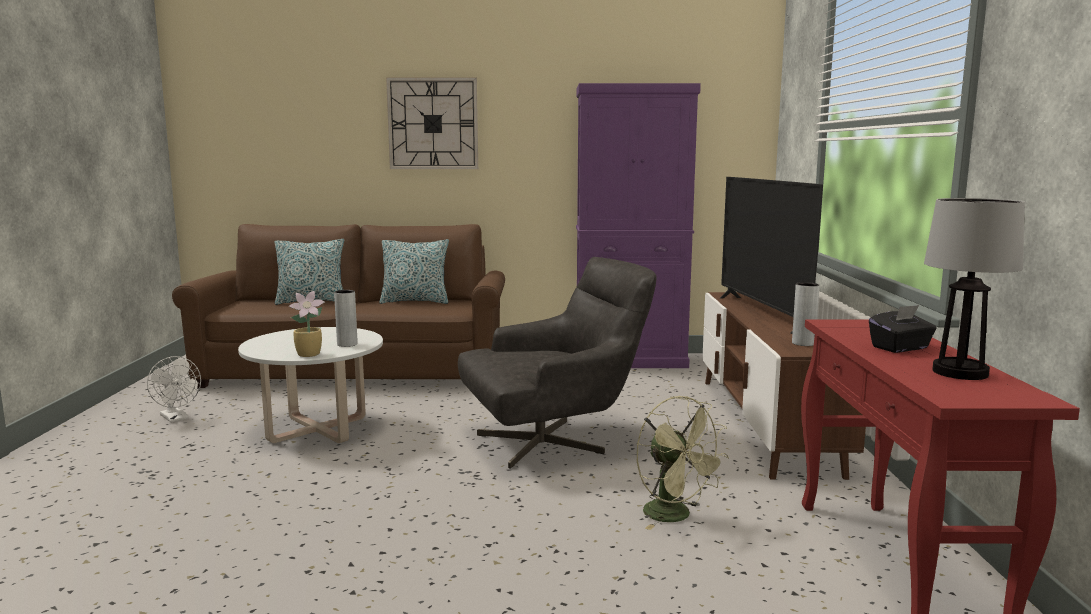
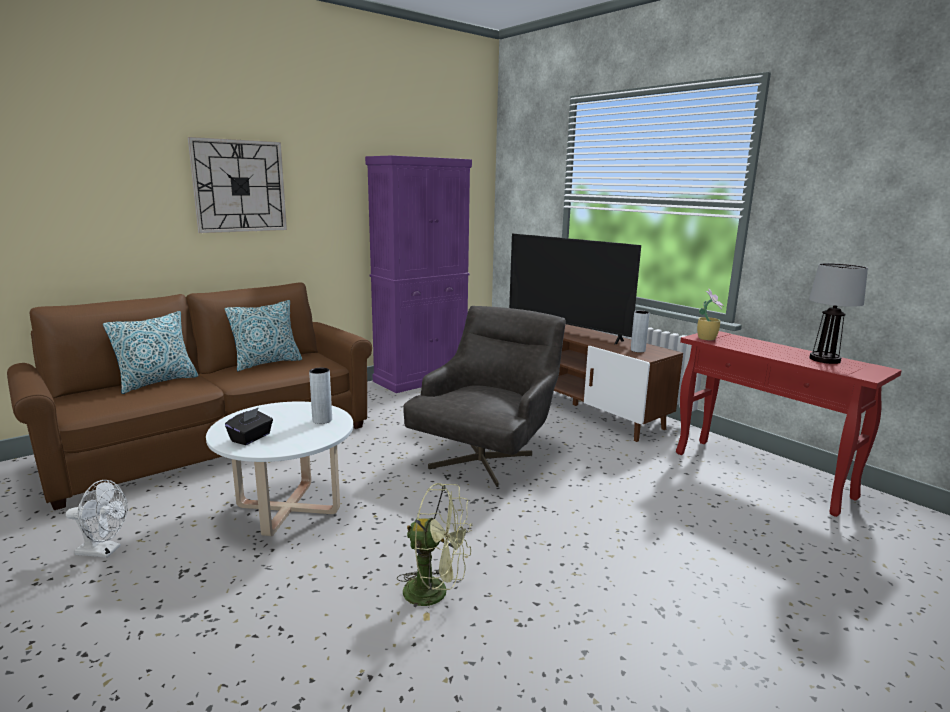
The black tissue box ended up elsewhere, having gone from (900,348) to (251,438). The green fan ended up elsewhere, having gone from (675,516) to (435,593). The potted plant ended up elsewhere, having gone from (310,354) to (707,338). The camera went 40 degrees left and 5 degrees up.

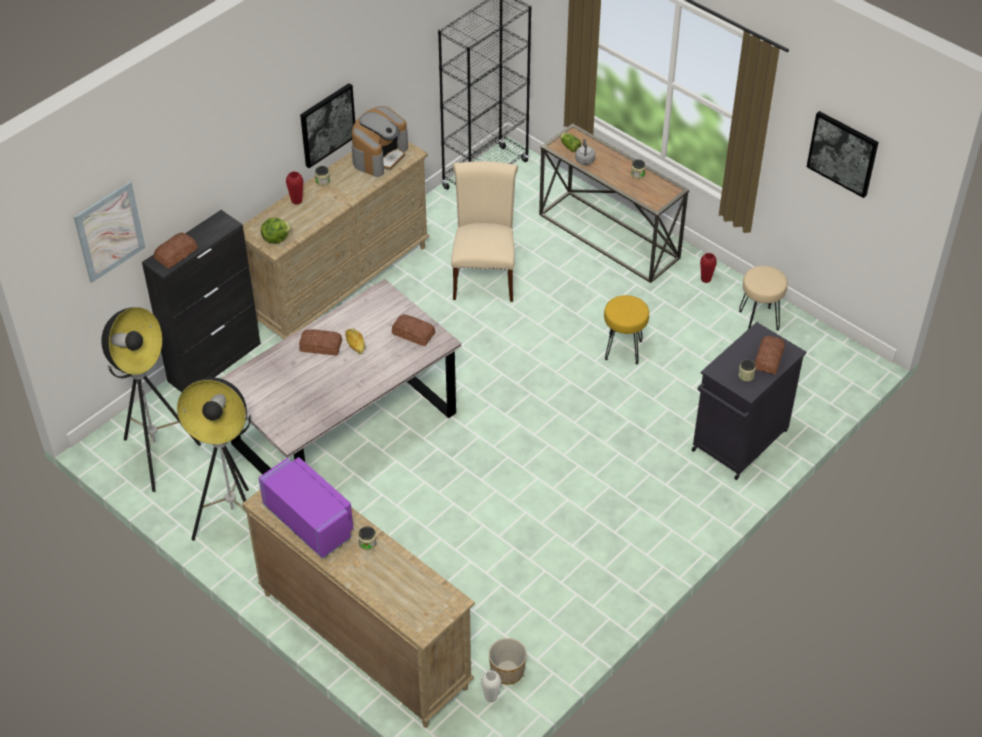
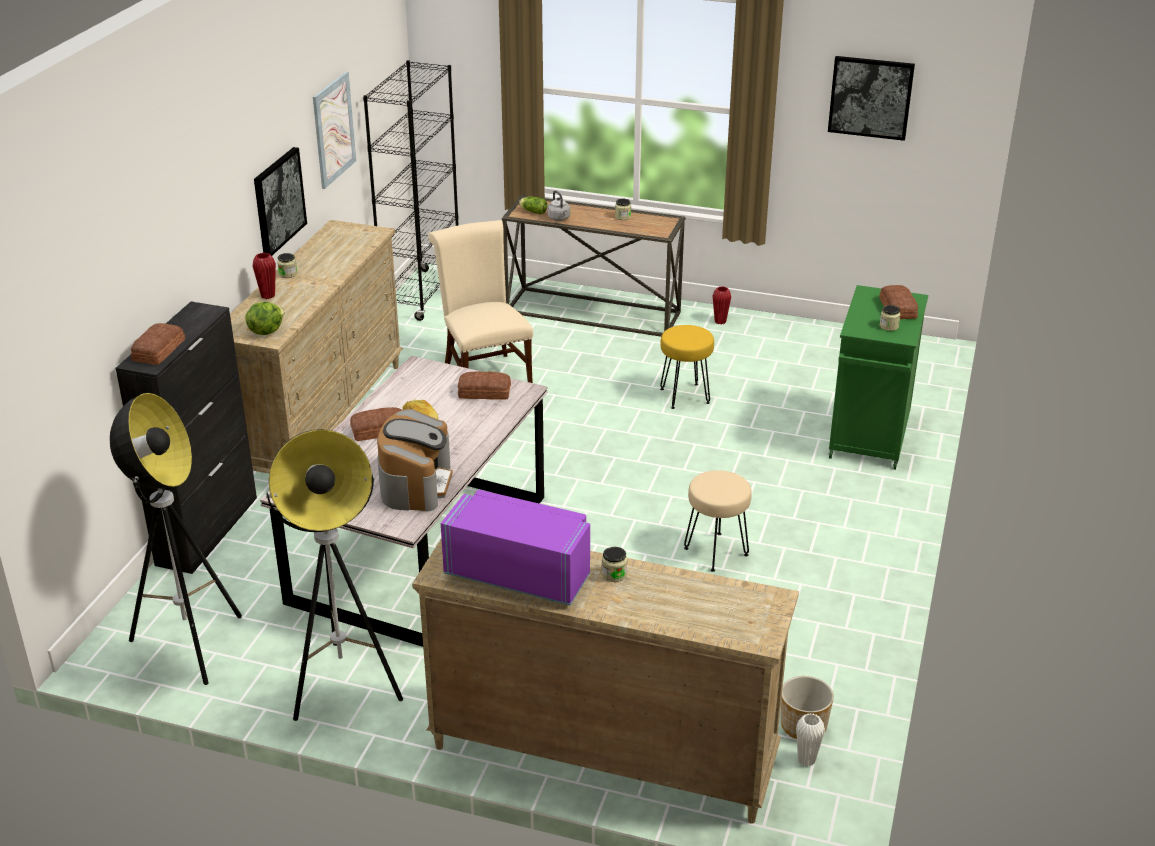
The picture ended up elsewhere, having gone from (109,231) to (333,130). The coffee machine ended up elsewhere, having gone from (379,155) to (415,484). The beige stool ended up elsewhere, having gone from (759,319) to (716,551). What was the black cabinet at (738,442) turned into the green cabinet at (869,438). The camera went 25 degrees left and 15 degrees down.

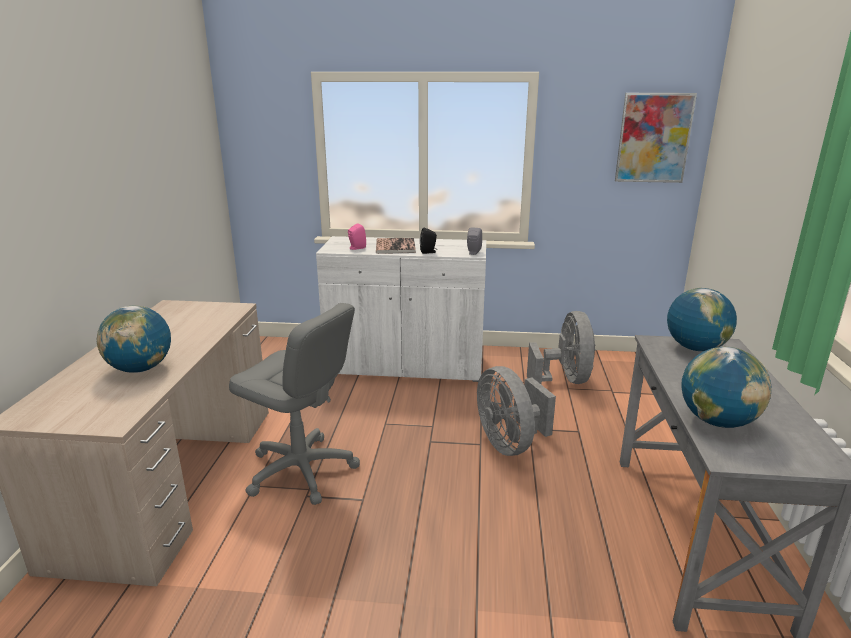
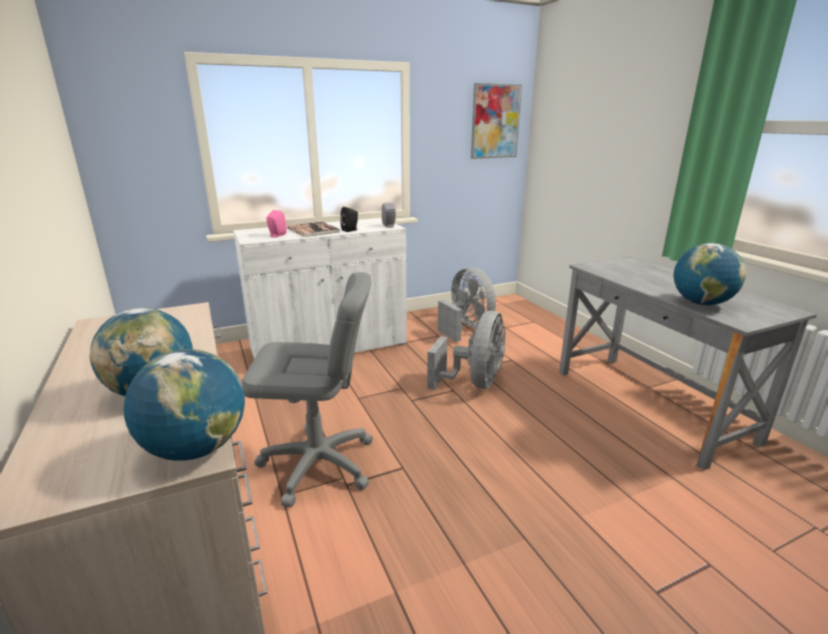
The globe ended up elsewhere, having gone from (695,348) to (196,449). The grey fan at (510,443) ended up facing another way, 105 degrees counterclockwise from before. The camera went 30 degrees left and 0 degrees up.

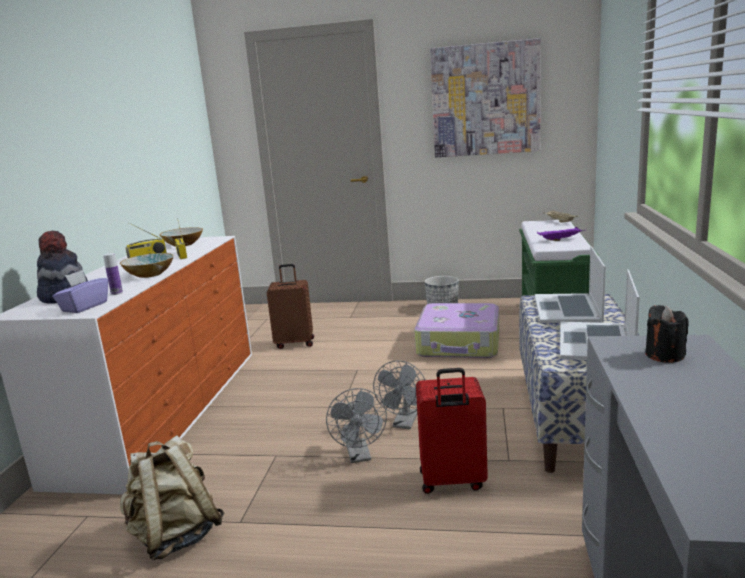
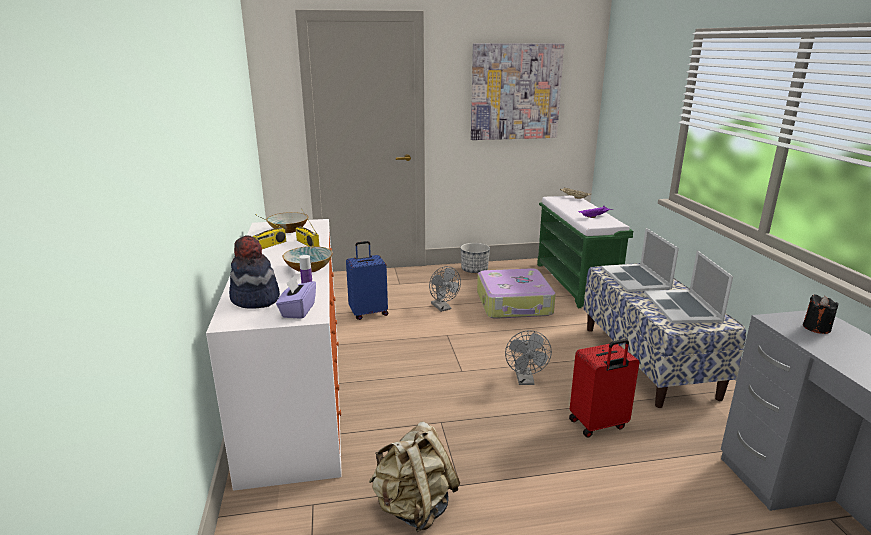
What was the brown suitcase at (295,343) turned into the blue suitcase at (368,313). The grey fan ended up elsewhere, having gone from (360,456) to (443,308). The camera went 20 degrees left and 5 degrees up.

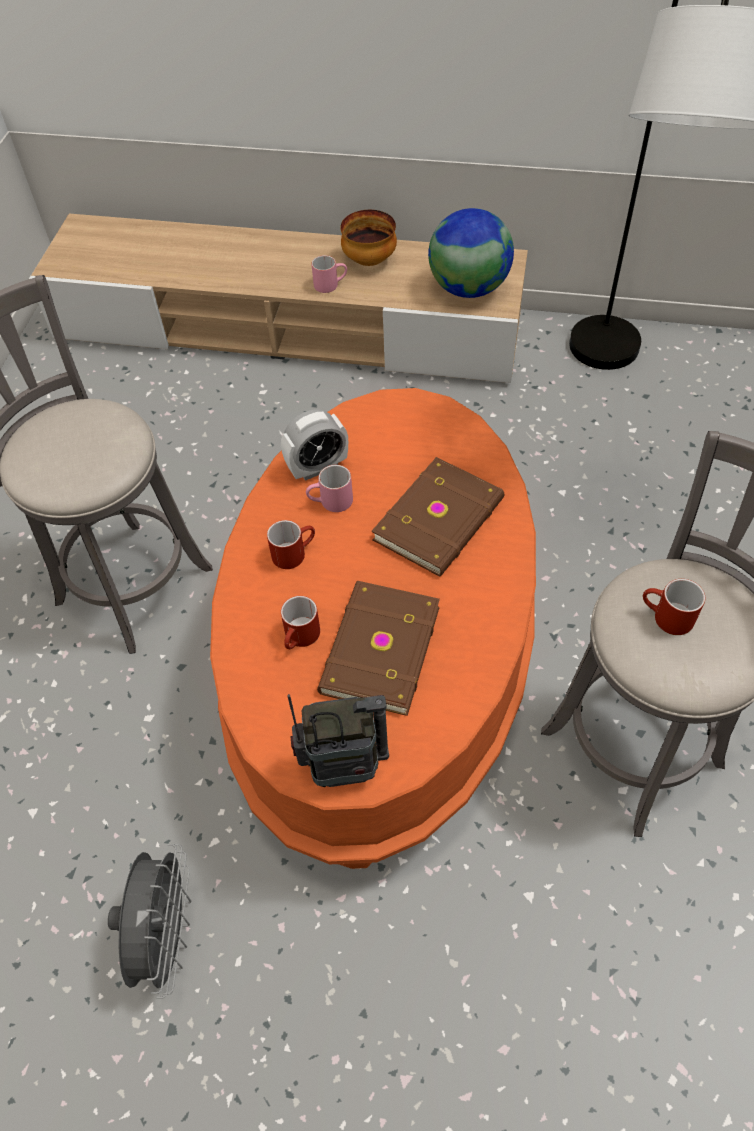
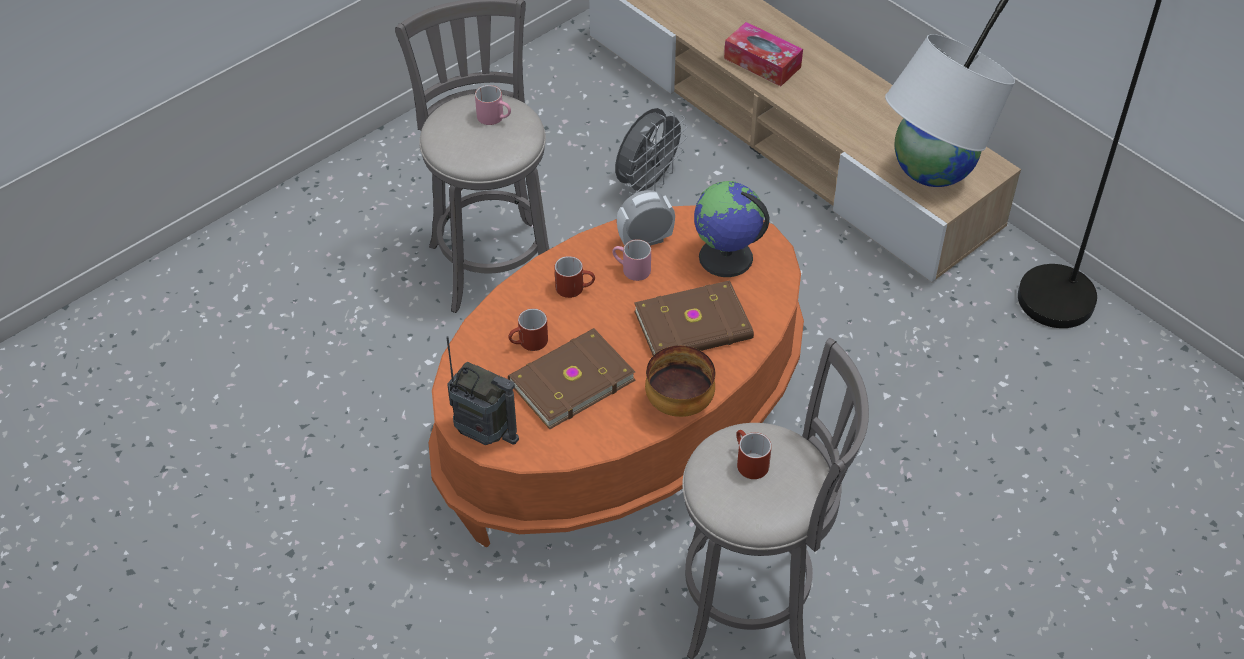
The pink mug ended up elsewhere, having gone from (330,284) to (495,117). The grey fan ended up elsewhere, having gone from (167,935) to (647,183). The alarm clock at (317,467) ended up facing another way, 150 degrees clockwise from before. The bowl ended up elsewhere, having gone from (369,261) to (678,403). The second view gained the globe at (726,258). The second view gained the tissue box at (762,63). The camera went 35 degrees right and 5 degrees down.

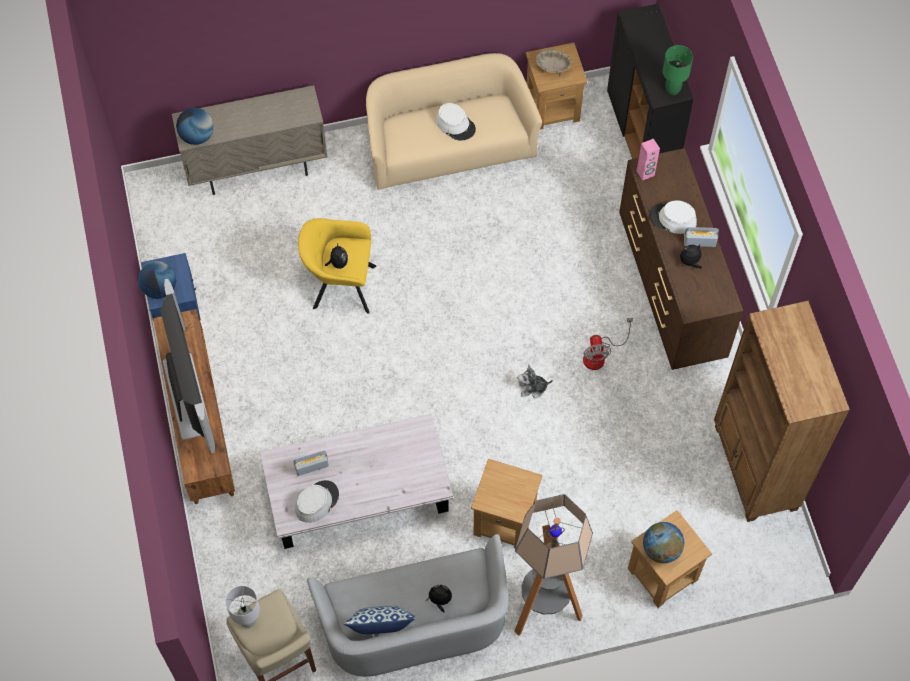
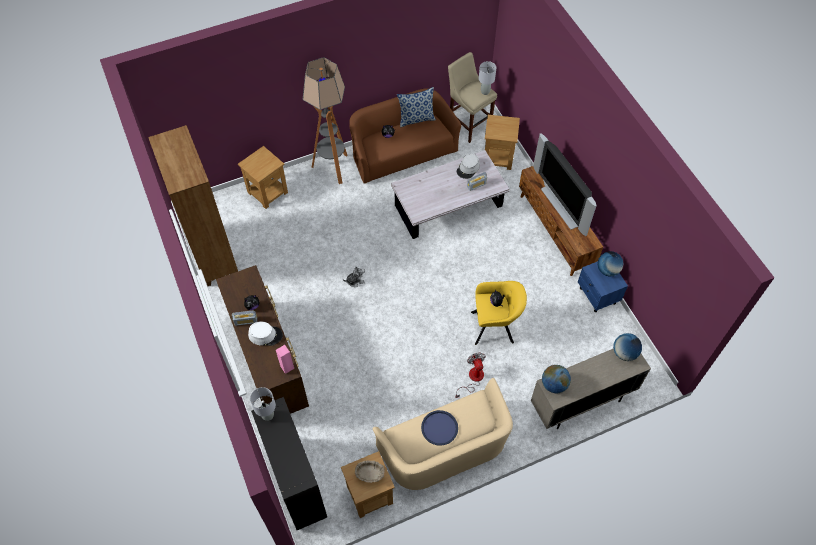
What was the green table lamp at (672,89) turned into the grey table lamp at (268,415). What was the grey sofa at (415,622) turned into the brown sofa at (401,151). Where the white hat stood at (455,124), the blue tray came to stand at (439,428). The fan ended up elsewhere, having gone from (600,354) to (472,379). The brown side table ended up elsewhere, having gone from (505,520) to (497,157). The globe ended up elsewhere, having gone from (661,549) to (554,384). The camera went 170 degrees right and 5 degrees down.

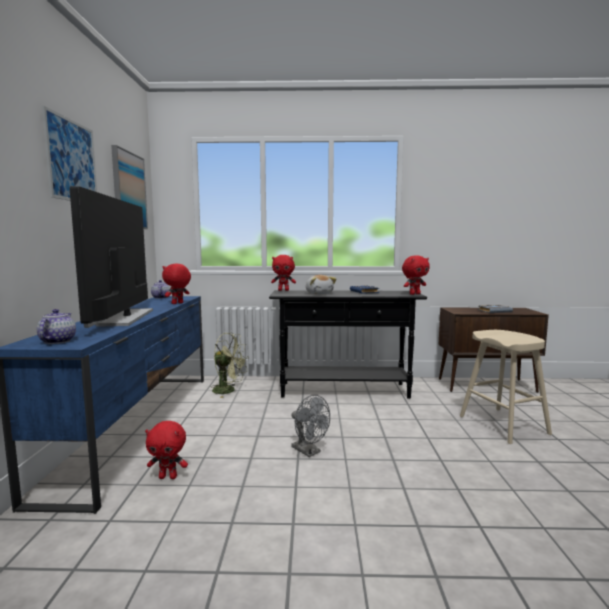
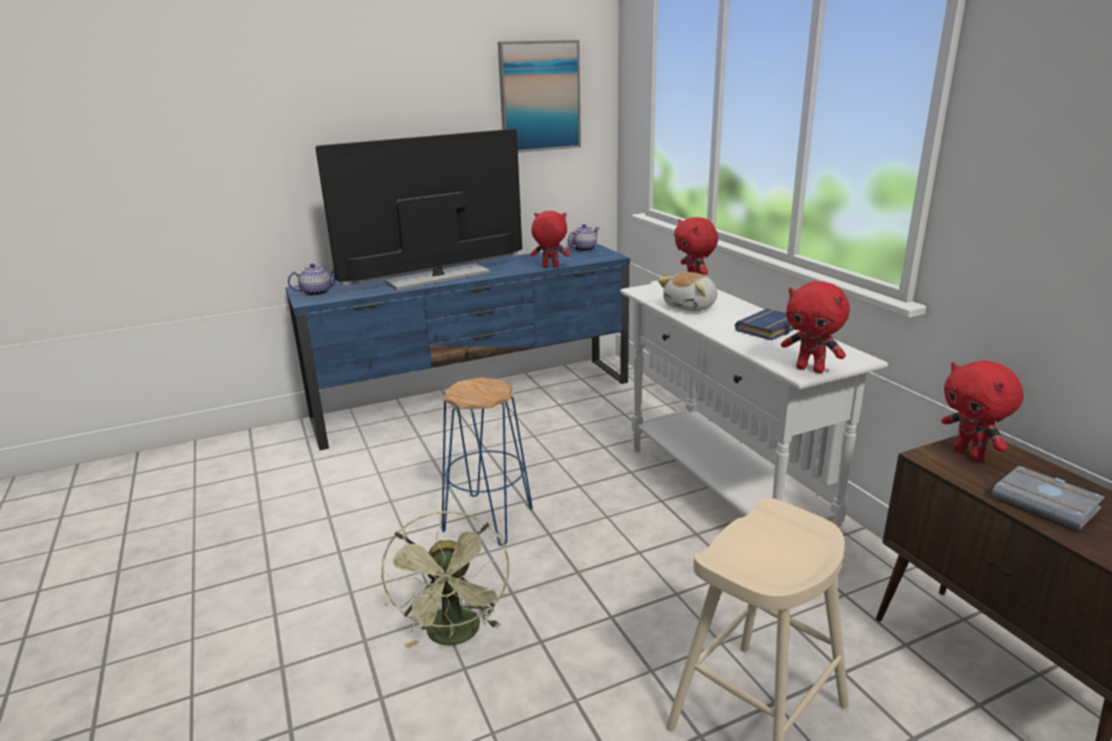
The green fan ended up elsewhere, having gone from (229,391) to (456,636). Where the grey fan stood at (309,451), the blue stool came to stand at (489,519). What was the black console table at (344,390) turned into the white console table at (723,493). The red plush toy ended up elsewhere, having gone from (168,477) to (969,454). The second view lost the picture at (72,161). The camera went 65 degrees right and 15 degrees up.

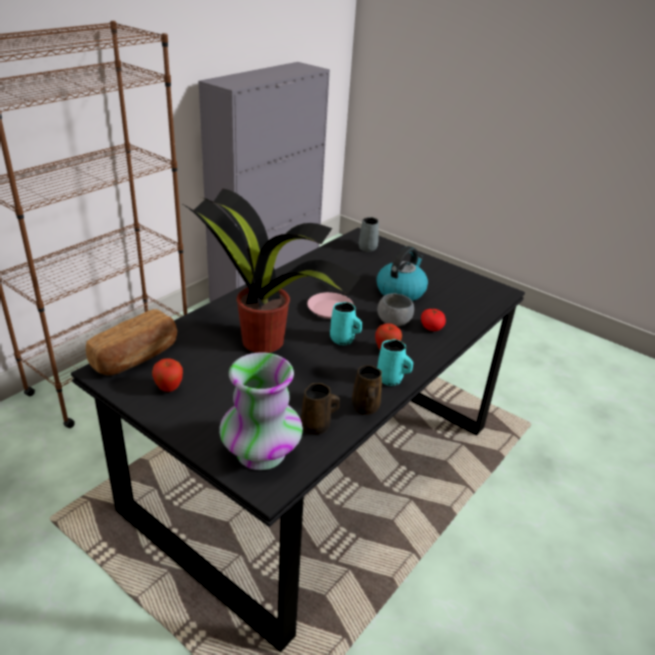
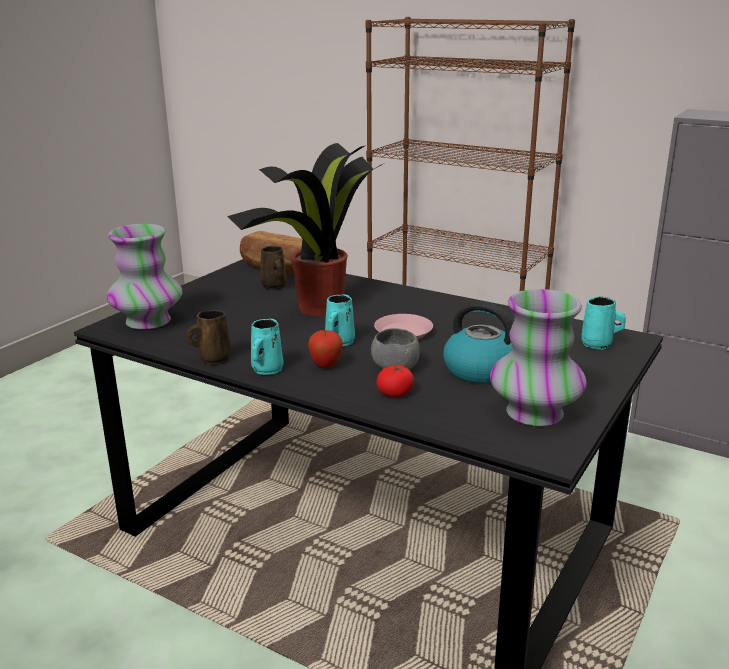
The brown mug ended up elsewhere, having gone from (317,426) to (274,287). The second view gained the vase at (534,413). What was the grey mug at (368,247) turned into the turquoise mug at (598,345). The second view lost the apple at (169,388). The camera went 85 degrees right and 10 degrees down.

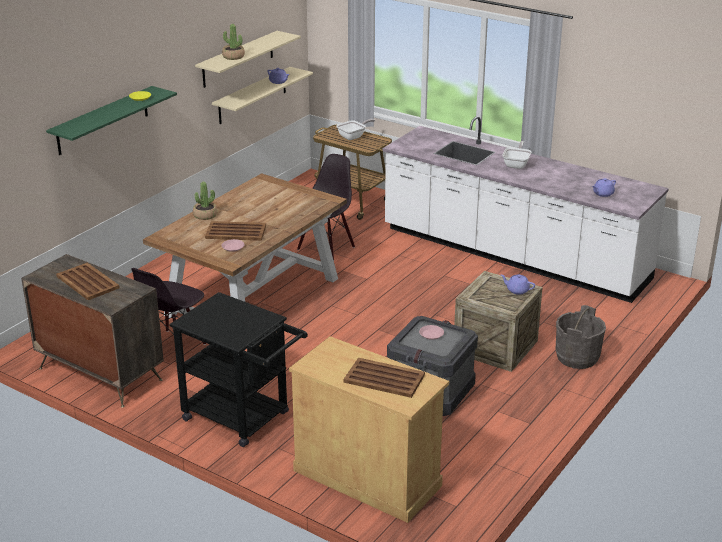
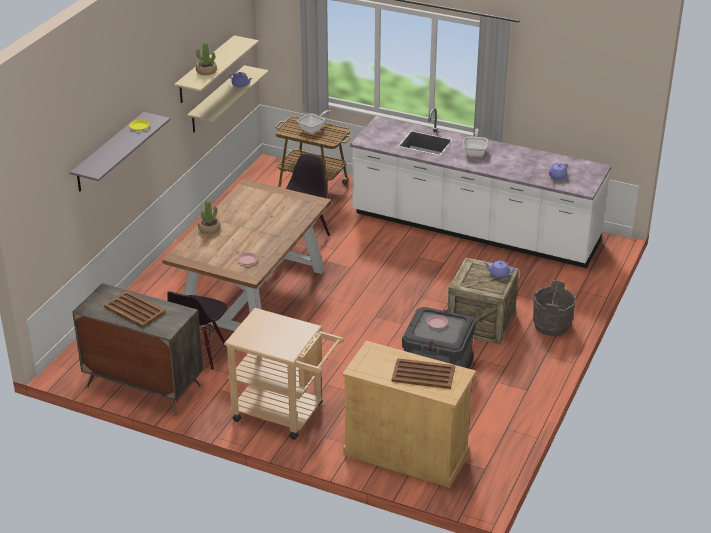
What was the green shelf at (103,120) turned into the grey shelf at (109,152). What was the black cart at (243,419) turned into the beige cart at (285,414). The second view lost the brown tray at (236,232). The camera went 10 degrees left and 5 degrees up.

